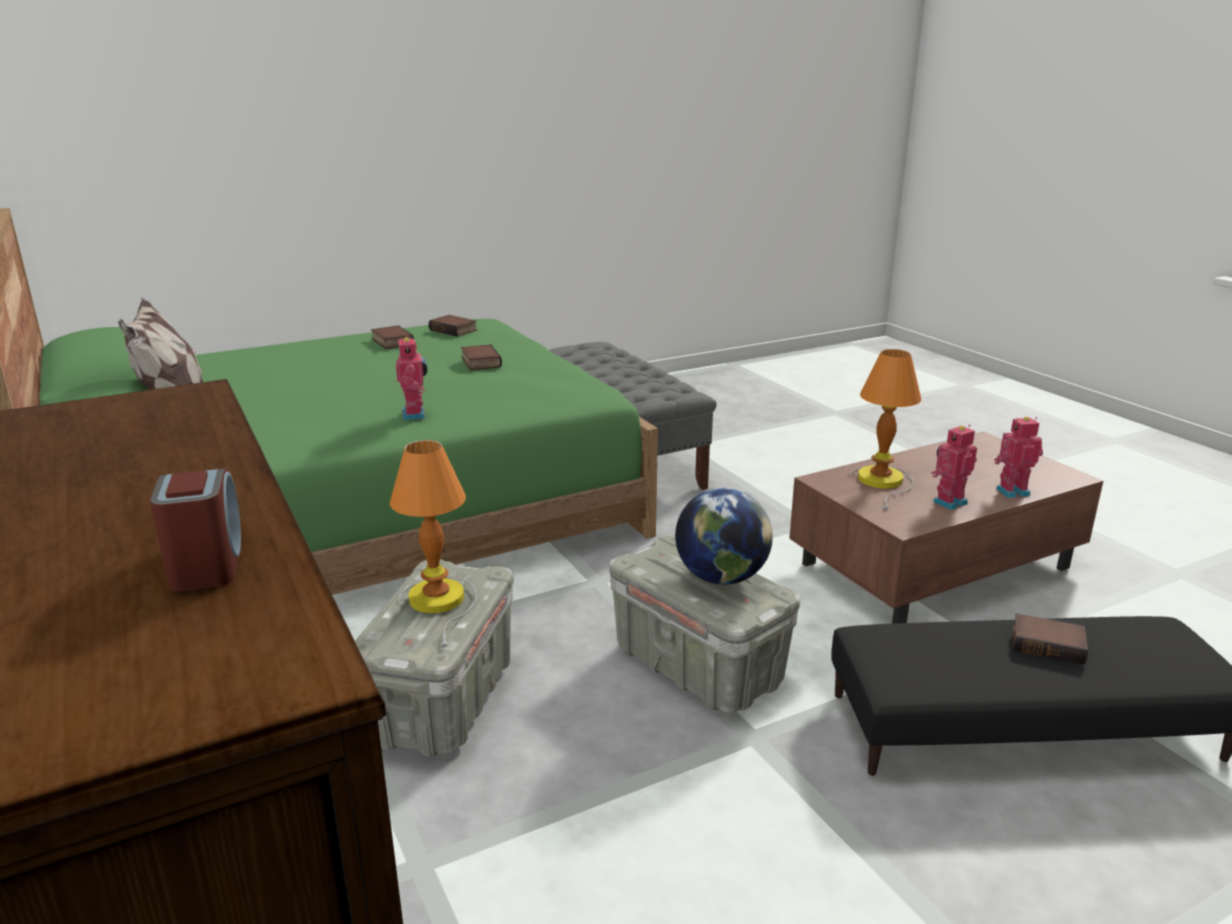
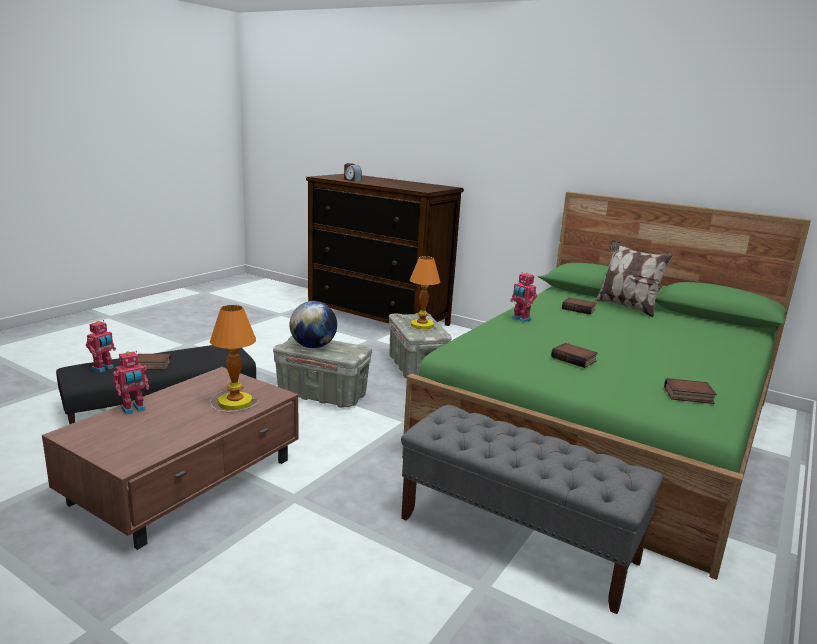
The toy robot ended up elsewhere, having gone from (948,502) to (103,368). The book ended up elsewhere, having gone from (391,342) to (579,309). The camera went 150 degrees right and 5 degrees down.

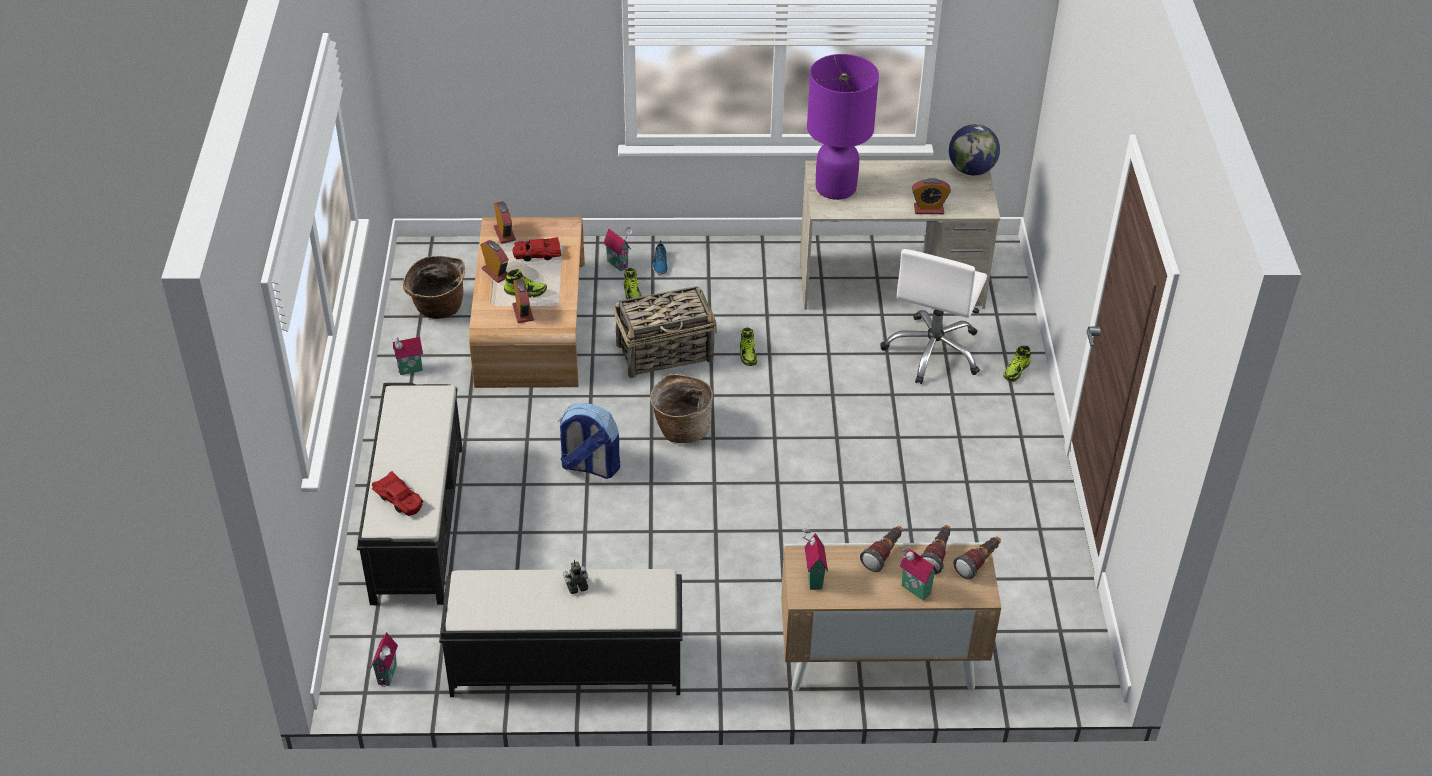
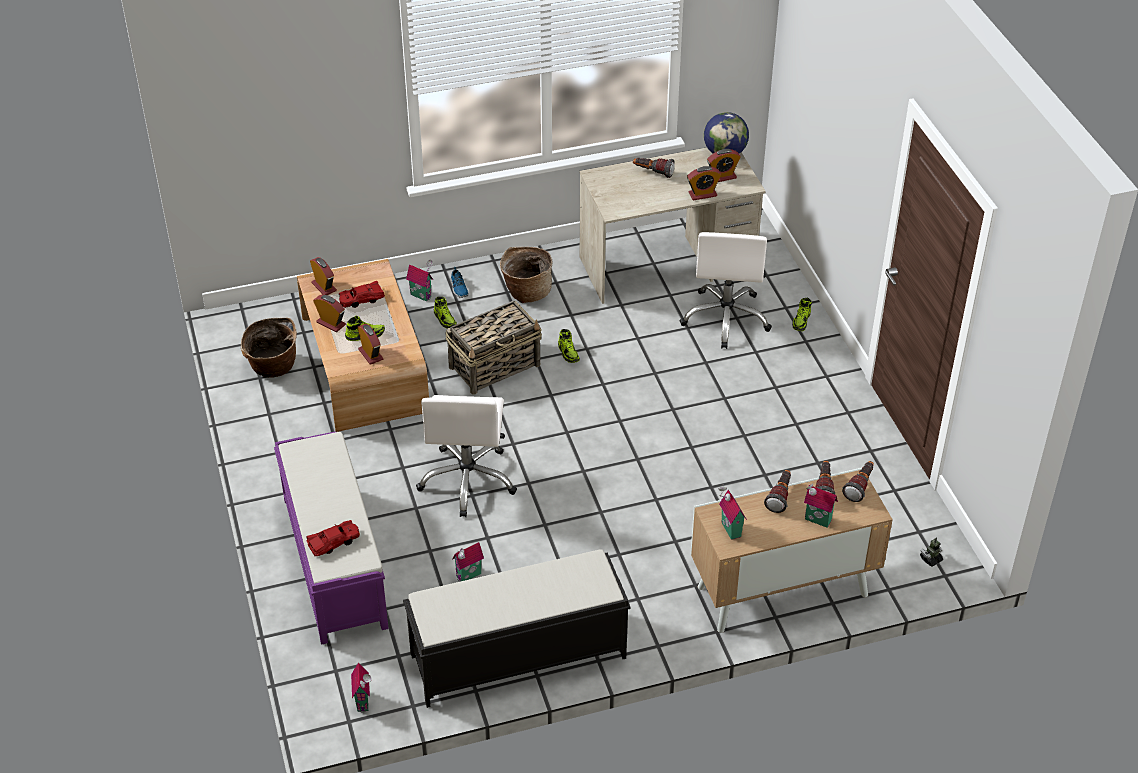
What was the black bench at (418,521) turned into the purple bench at (334,561). The red toy car at (399,499) ended up facing another way, 60 degrees counterclockwise from before. Where the backpack stood at (589,466), the white office chair came to stand at (468,480). The toy house ended up elsewhere, having gone from (410,370) to (469,576). The basket ended up elsewhere, having gone from (681,428) to (526,291). The second view gained the flashlight at (653,172). The second view gained the alarm clock at (722,177). The toy robot ended up elsewhere, having gone from (576,586) to (931,559). The second view lost the purple table lamp at (835,188). The camera went 15 degrees left and 0 degrees up.

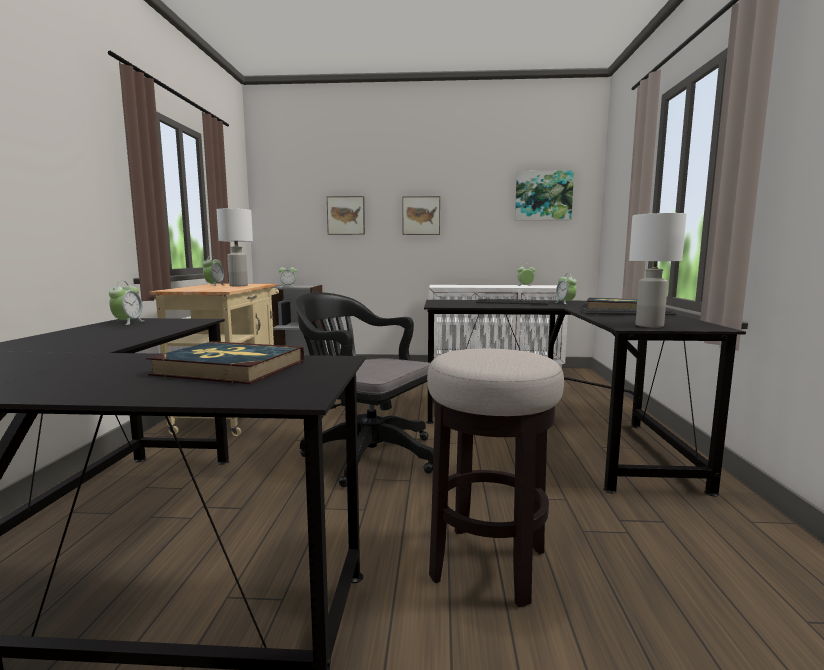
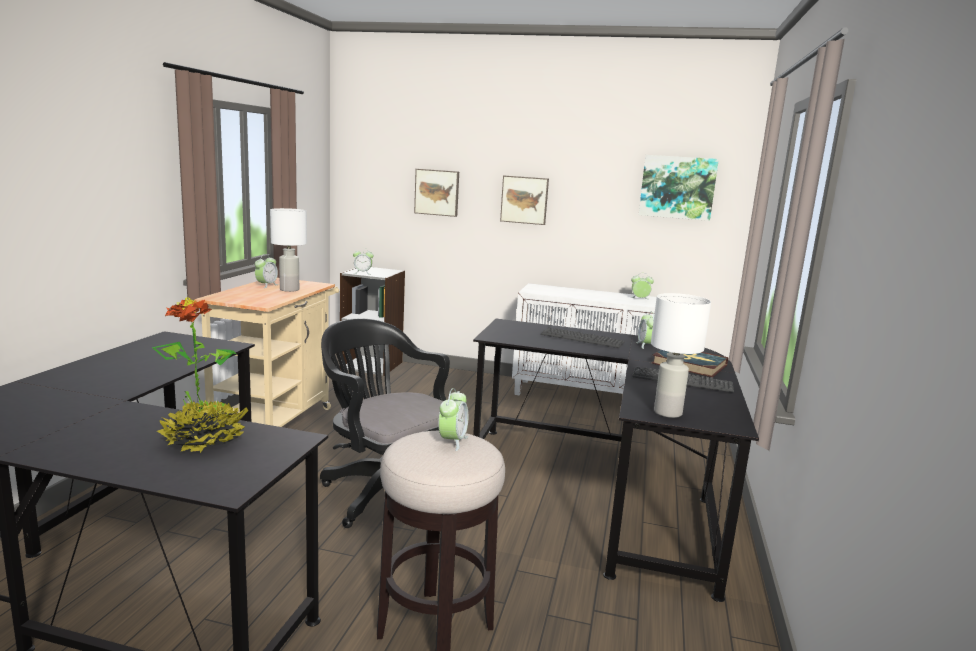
Where the book stood at (229,368), the potted plant came to stand at (205,440). The alarm clock ended up elsewhere, having gone from (128,322) to (452,441). The camera went 10 degrees right and 5 degrees up.

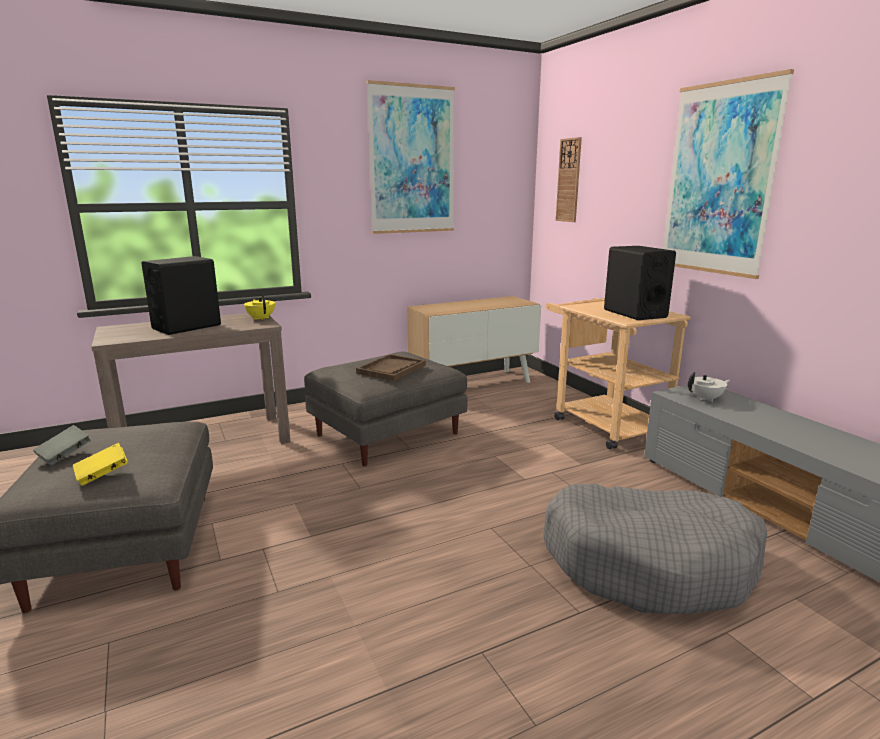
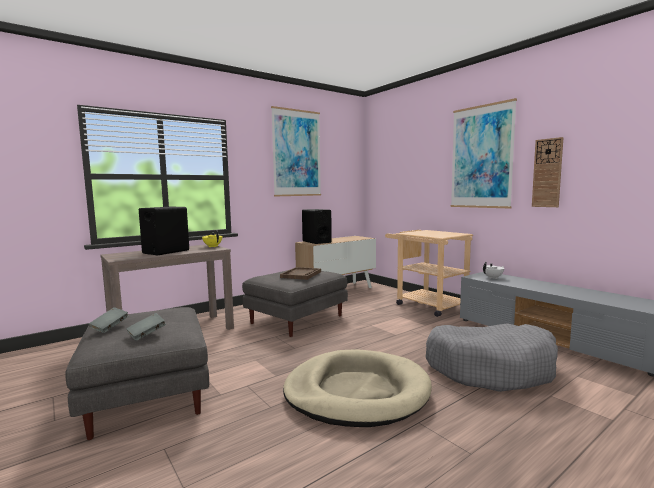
What was the yellow book at (102,475) turned into the grey book at (146,334). The second view gained the beige dog bed at (356,392). The black speaker ended up elsewhere, having gone from (634,313) to (316,242). The wall clock ended up elsewhere, having gone from (569,180) to (547,173). The camera went 10 degrees left and 10 degrees down.

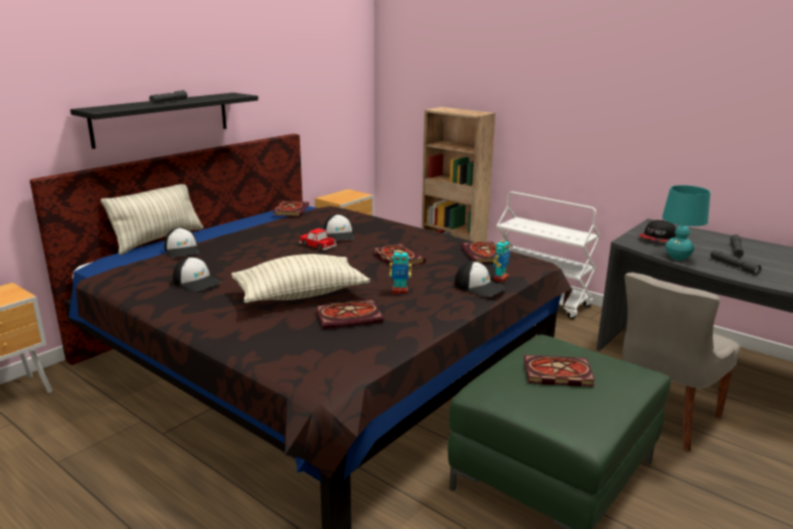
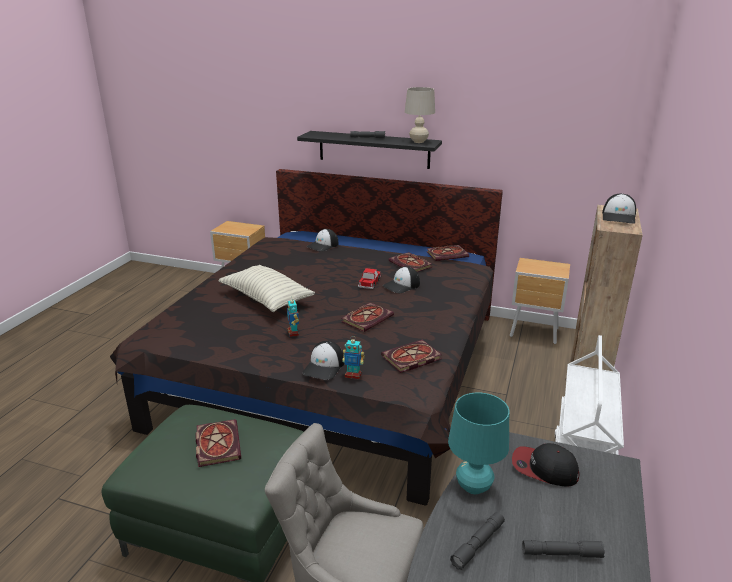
The book ended up elsewhere, having gone from (350,316) to (411,264). The second view gained the beige table lamp at (418,141). The cap ended up elsewhere, having gone from (197,282) to (619,217). The second view lost the pillow at (159,239). The camera went 70 degrees right and 5 degrees up.

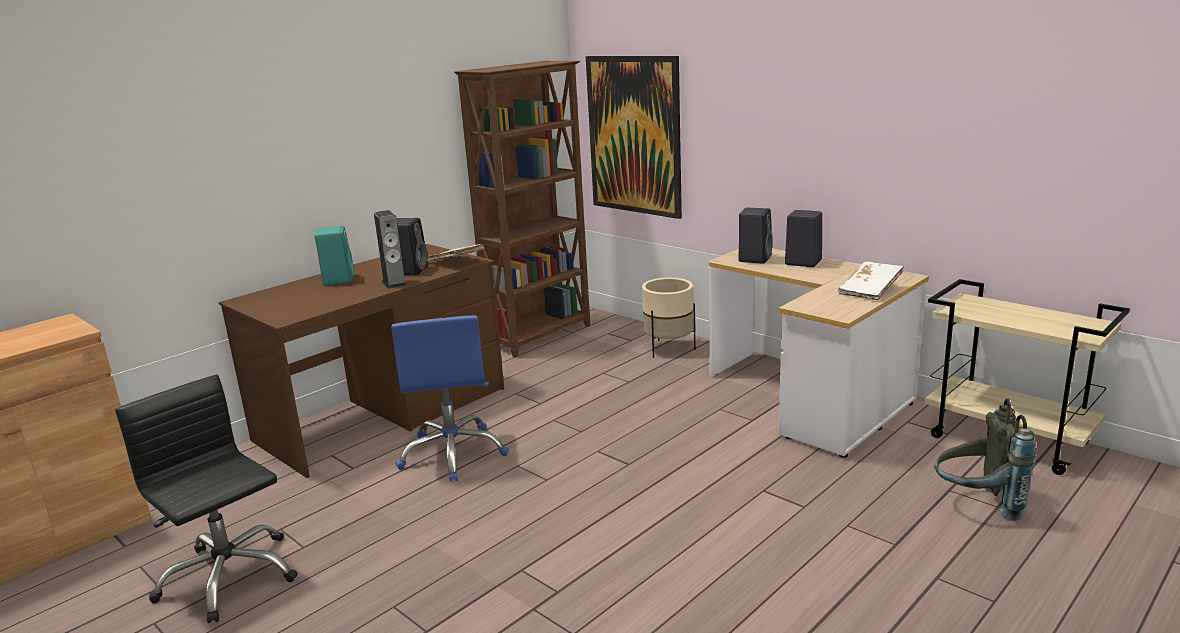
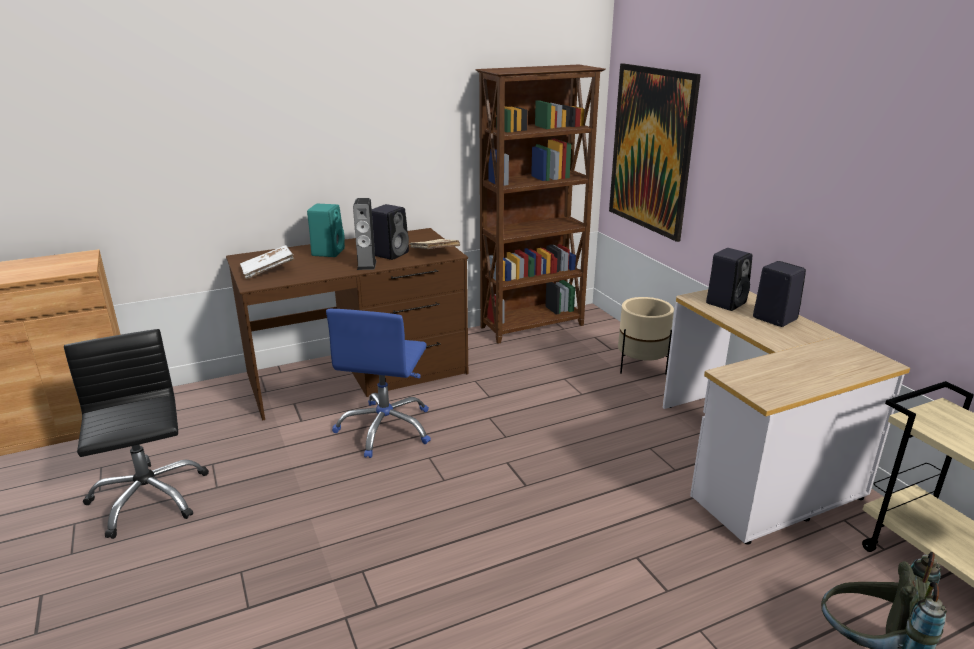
The white book ended up elsewhere, having gone from (870,290) to (268,270). The camera went 20 degrees right and 5 degrees up.

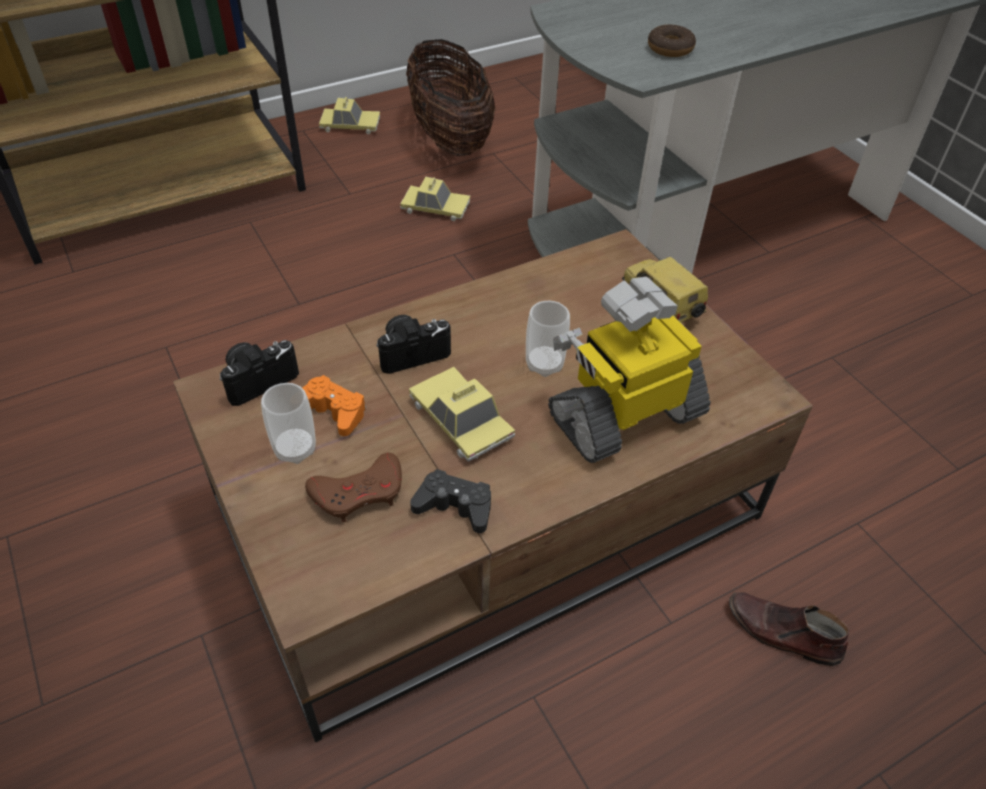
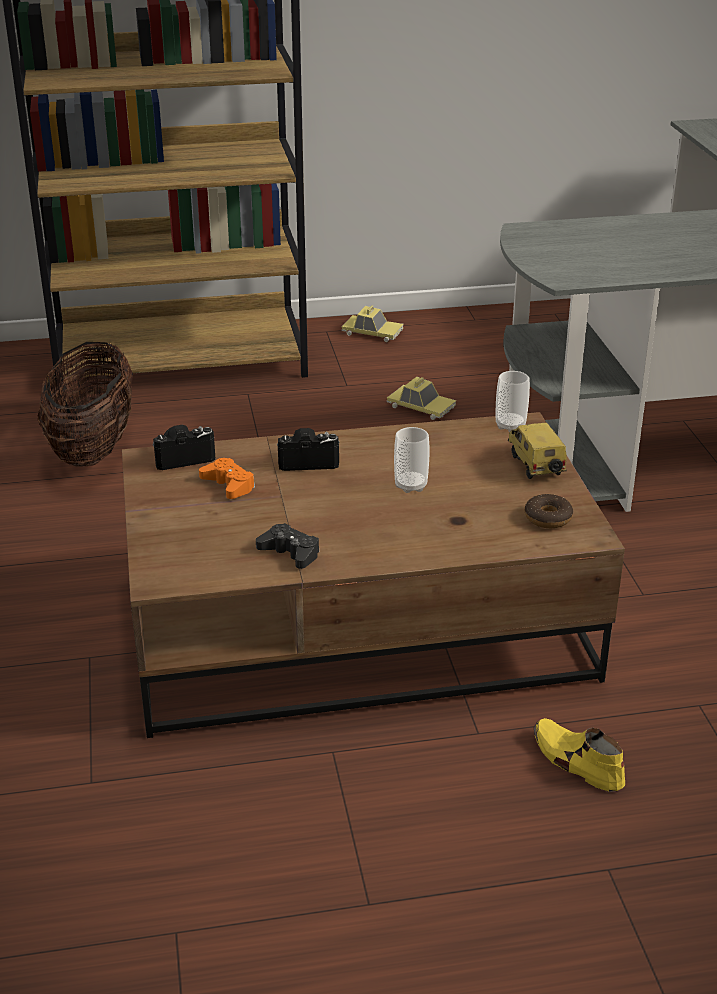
The basket ended up elsewhere, having gone from (450,138) to (93,447). The cup ended up elsewhere, having gone from (295,449) to (510,426). The donut ended up elsewhere, having gone from (670,48) to (548,518). What was the brown shoe at (782,633) turned into the yellow shoe at (576,762). The second view lost the brown game controller at (359,492). The second view lost the toy car at (461,420). The second view lost the toy robot at (624,414). The camera went 20 degrees right and 15 degrees down.

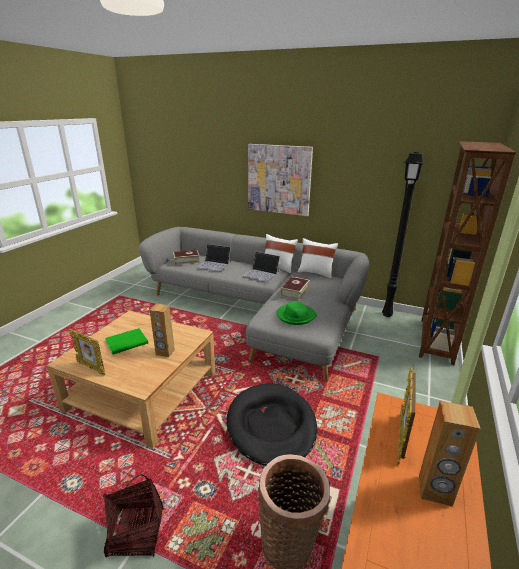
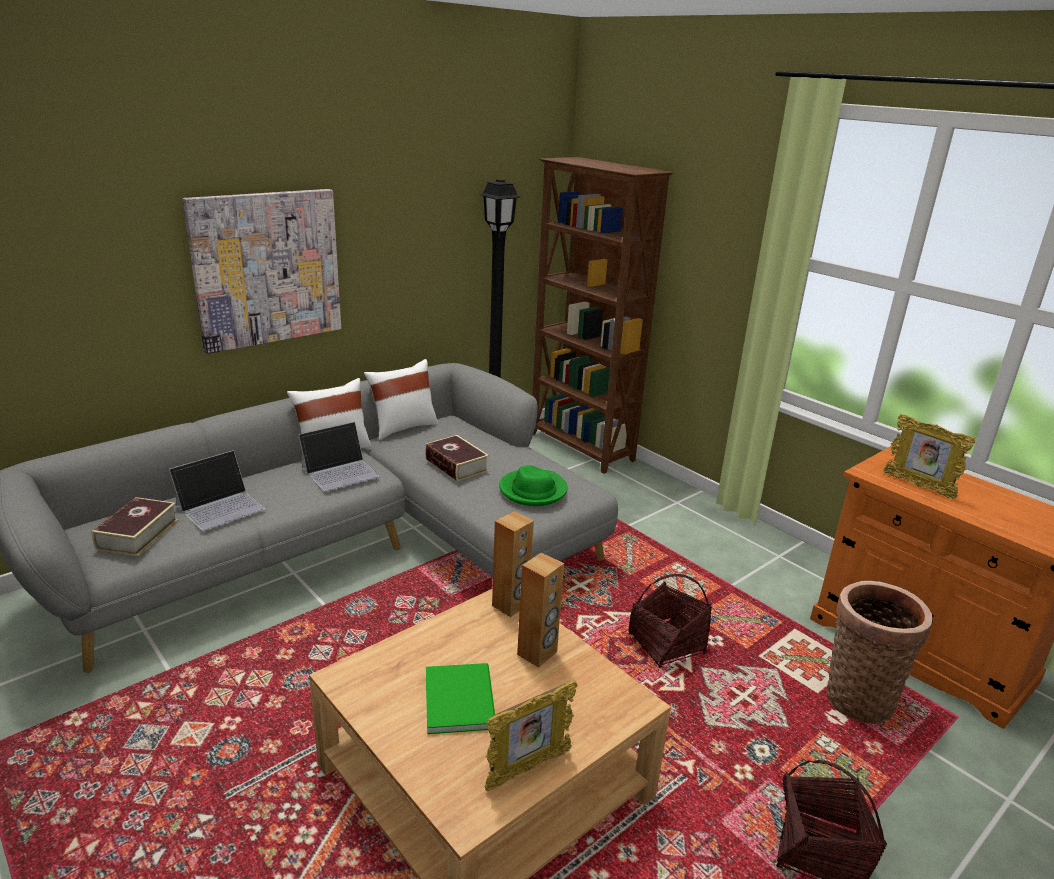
The brown speaker ended up elsewhere, having gone from (435,491) to (511,605). Where the black dog bed stood at (271,426), the basket came to stand at (666,644). The camera went 65 degrees left and 0 degrees up.

